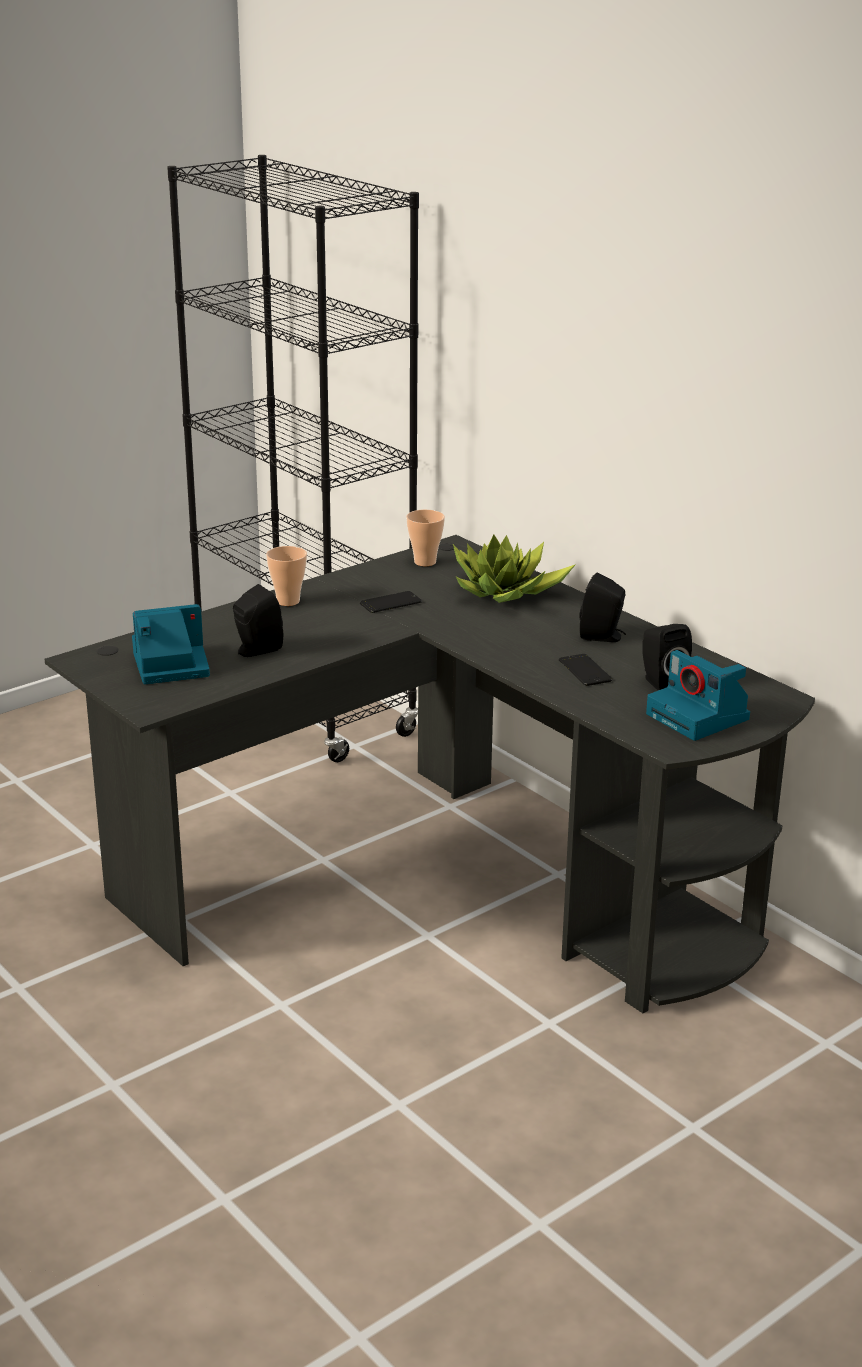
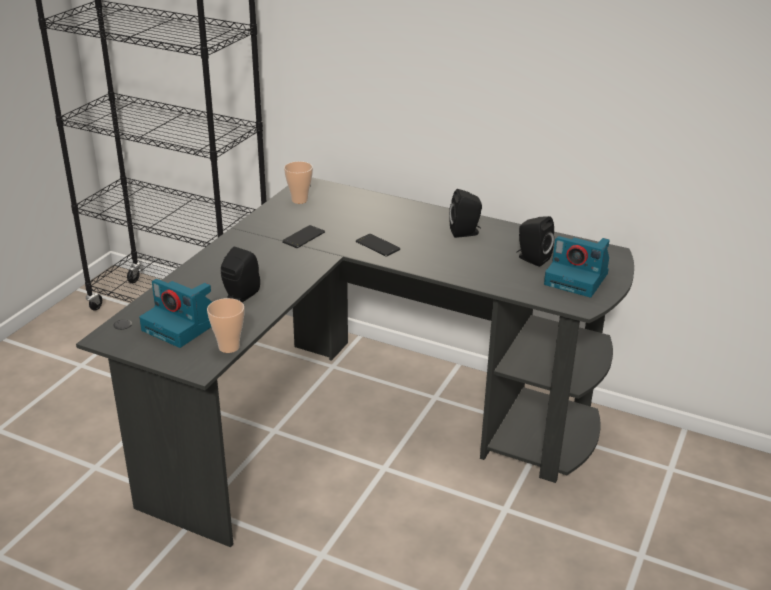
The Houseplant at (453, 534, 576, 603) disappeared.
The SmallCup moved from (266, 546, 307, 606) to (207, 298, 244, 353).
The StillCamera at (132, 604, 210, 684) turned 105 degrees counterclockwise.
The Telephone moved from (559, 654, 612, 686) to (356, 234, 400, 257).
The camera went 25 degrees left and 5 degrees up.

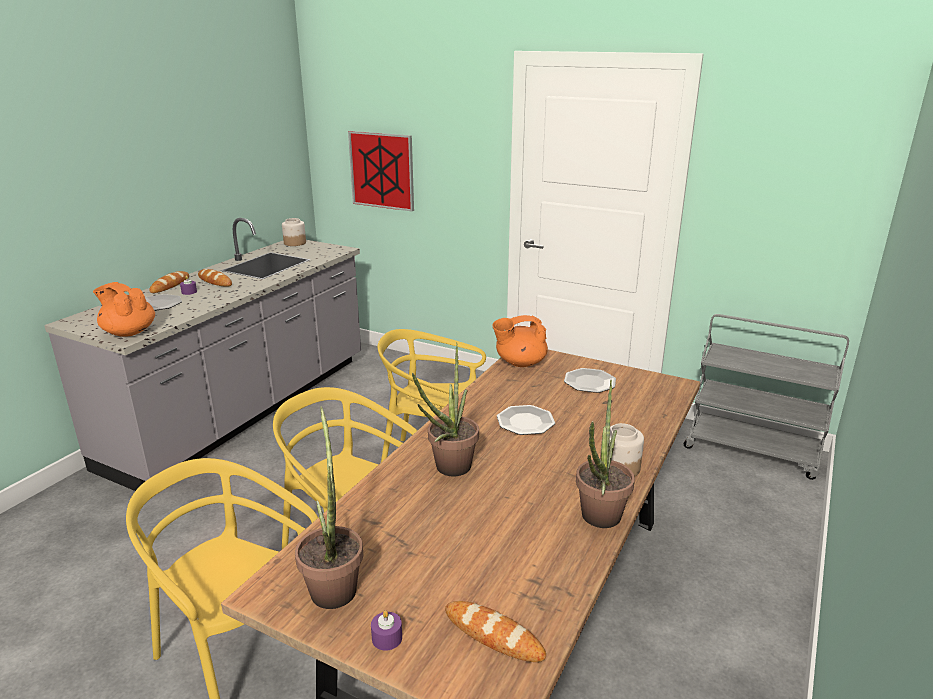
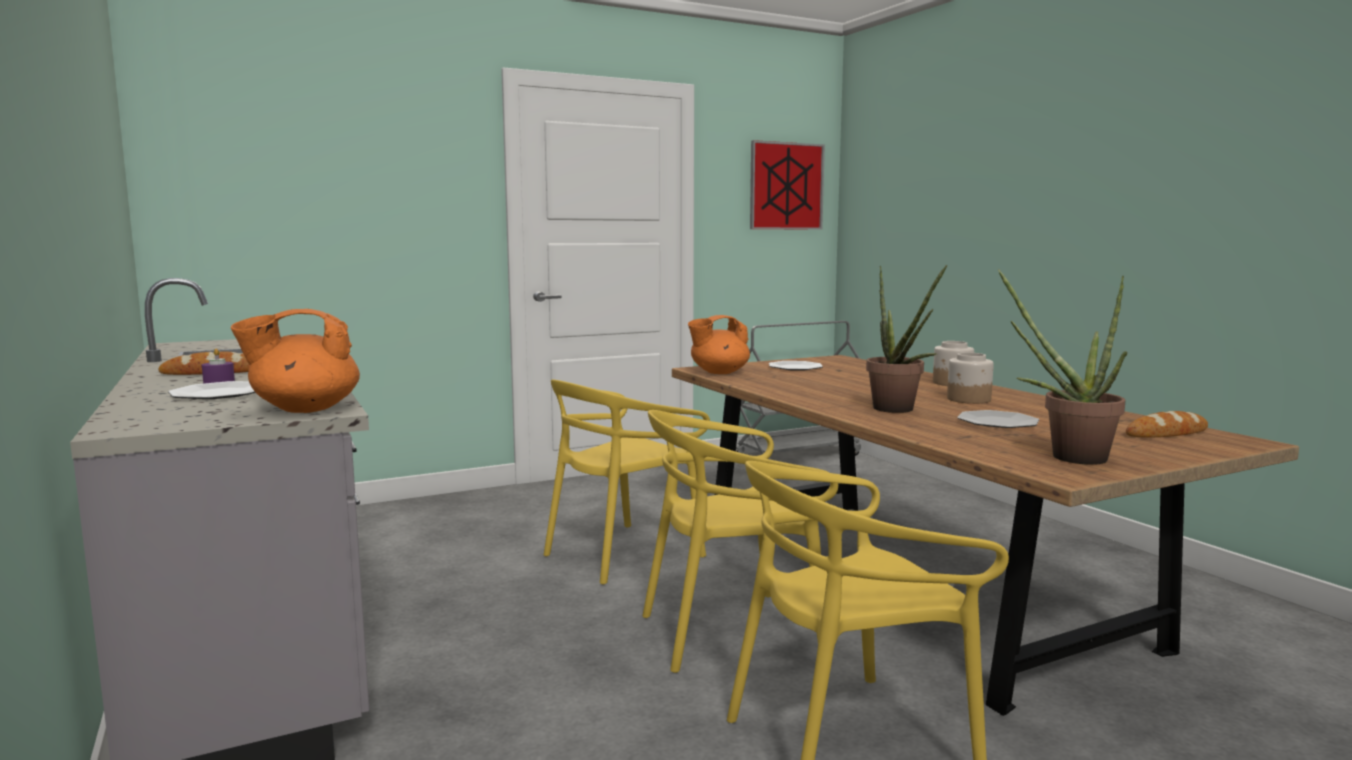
The Picture moved from (348, 131, 414, 212) to (750, 140, 825, 229).
The Jar moved from (282, 218, 306, 246) to (947, 353, 994, 404).
The BakeryBread at (149, 271, 189, 293) disappeared.
The OrangePotForTea at (492, 315, 548, 367) turned 45 degrees clockwise.
The Houseplant at (576, 380, 635, 528) disappeared.
The DinnerPlate moved from (497, 405, 555, 435) to (957, 410, 1039, 428).
The PurpleWaxCandle at (371, 610, 402, 651) disappeared.
The camera went 55 degrees left and 15 degrees down.

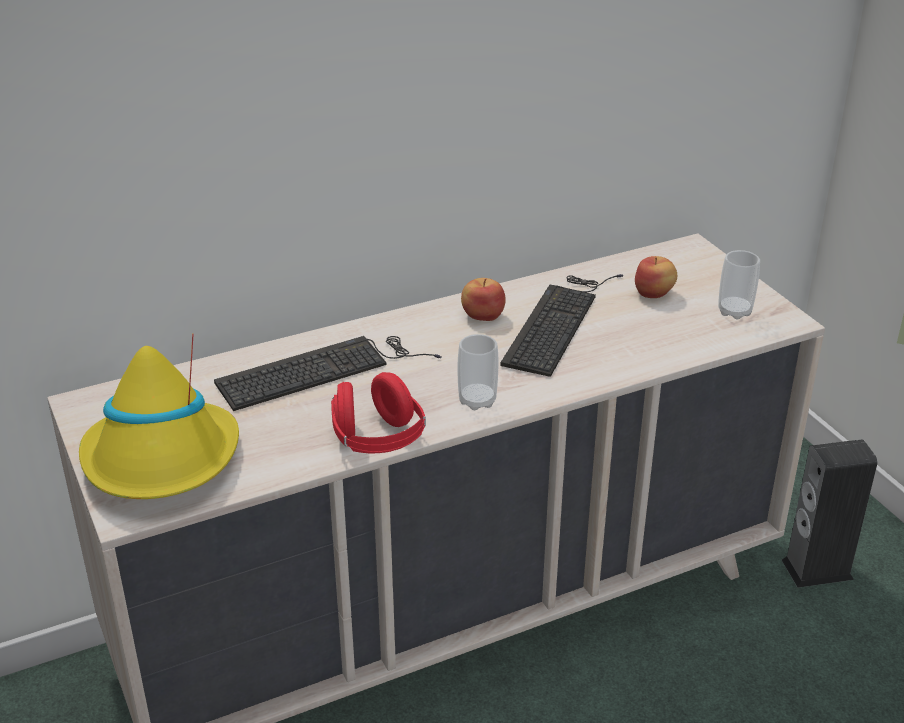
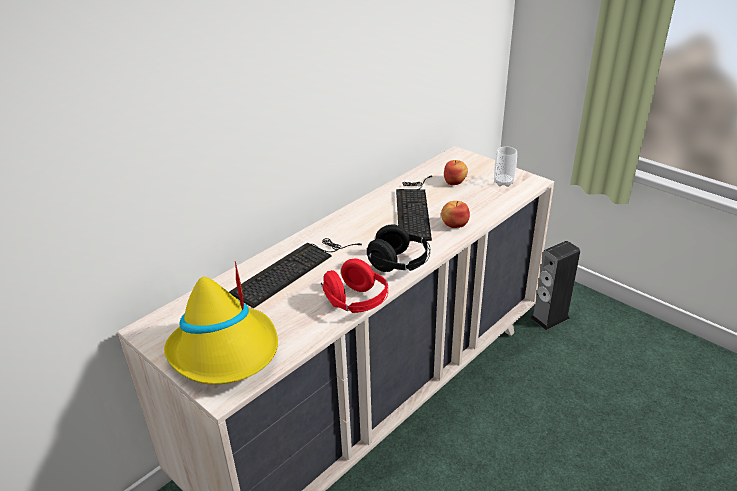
The AppleFruit moved from (461, 278, 506, 321) to (441, 201, 470, 228).
The SmallCup at (457, 334, 499, 410) was replaced by the BlackColouredPairOfHeadphones at (366, 225, 430, 272).
The camera went 20 degrees left and 0 degrees up.

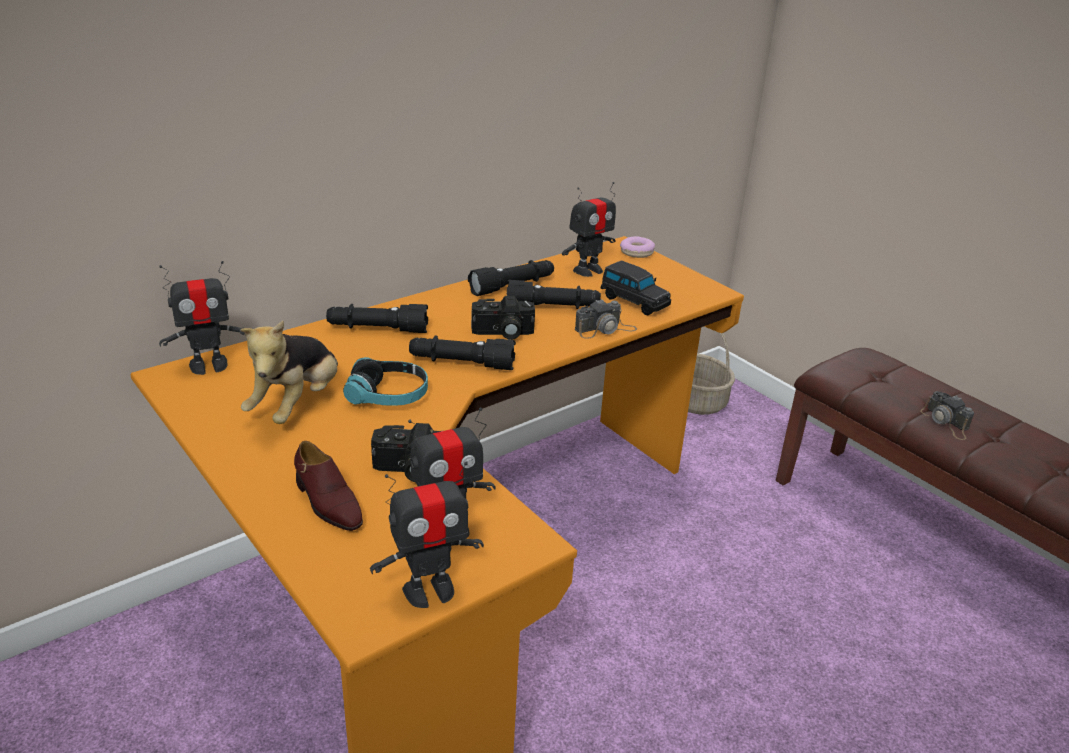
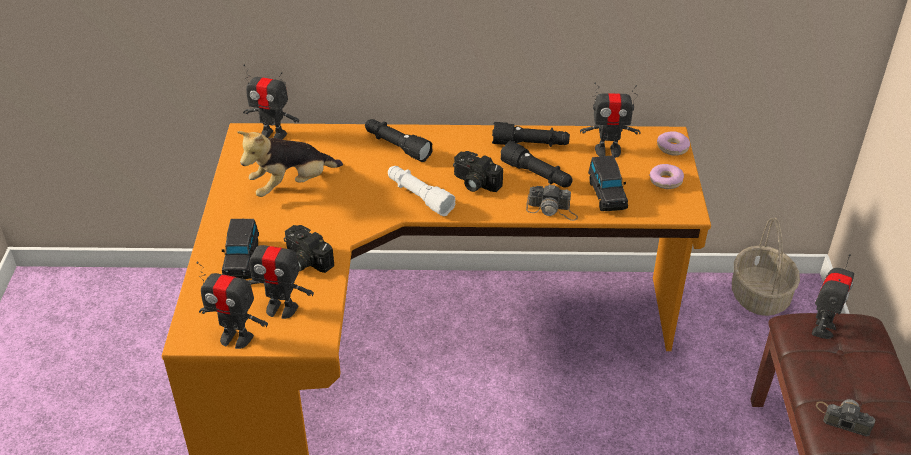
The BlackColouredTorch at (409, 335, 516, 370) became the WhiteColouredTorch at (388, 166, 456, 216).
The PairOfHeadphones at (343, 357, 428, 406) disappeared.
The StillCamera at (920, 391, 974, 440) turned 105 degrees clockwise.
The BrownColouredShoe at (294, 441, 363, 531) was replaced by the BlackColouredModelCar at (222, 219, 259, 279).
The Doughnut at (649, 164, 684, 189) appeared.
The ToyRobot at (812, 254, 854, 339) appeared.
The camera went 40 degrees right and 10 degrees up.

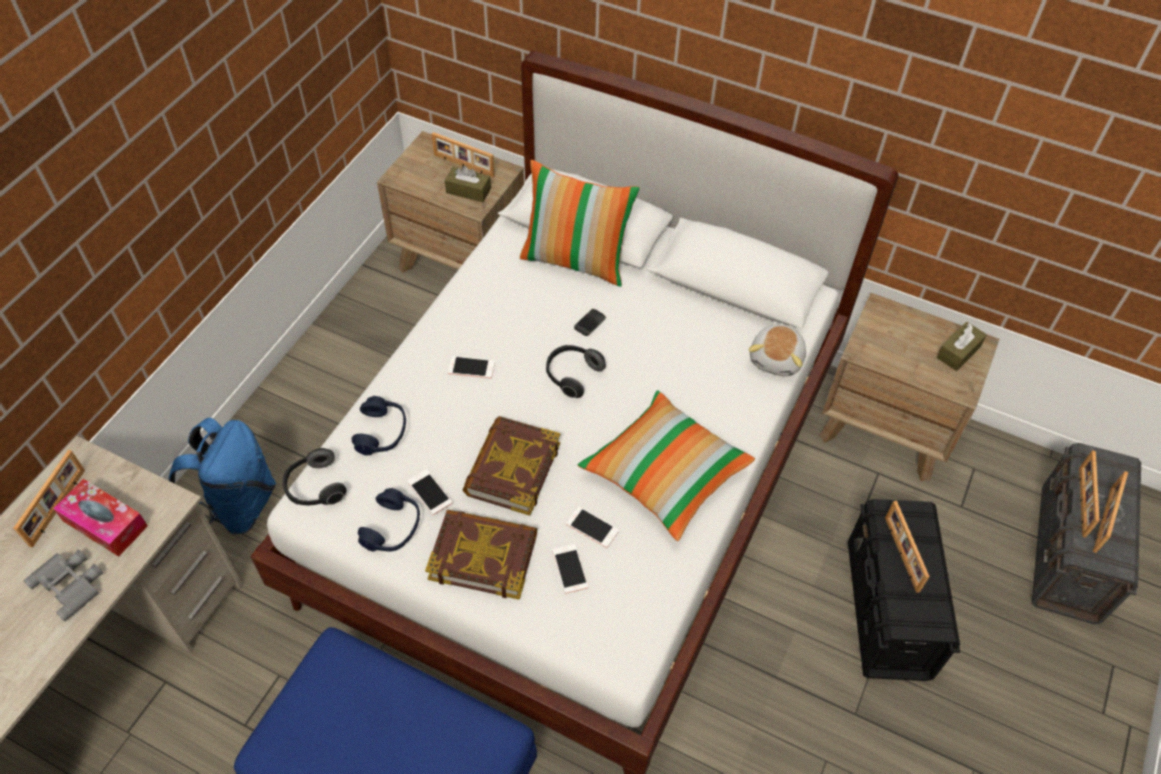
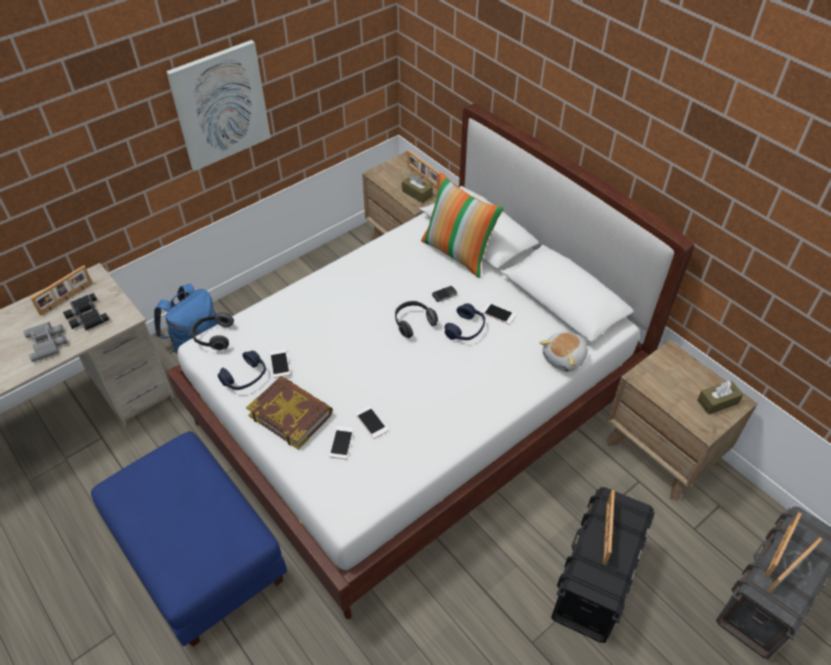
The Telephone moved from (448, 356, 495, 378) to (482, 303, 516, 325).
The ThrowPillow at (578, 390, 755, 541) disappeared.
The BlueColouredPairOfHeadphones moved from (351, 396, 406, 455) to (444, 303, 485, 340).
The Book at (462, 416, 560, 516) disappeared.
The TissueBox at (53, 479, 148, 557) was replaced by the BlackColouredFieldGlasses at (63, 293, 109, 330).
The Picture at (166, 40, 271, 171) appeared.
The camera went 25 degrees right and 5 degrees down.

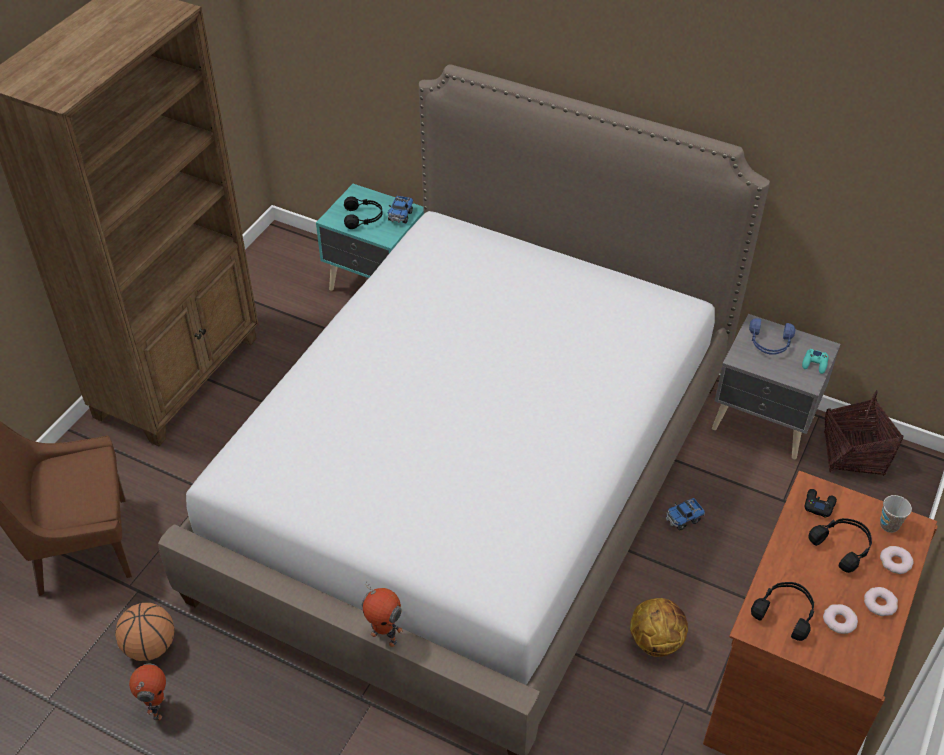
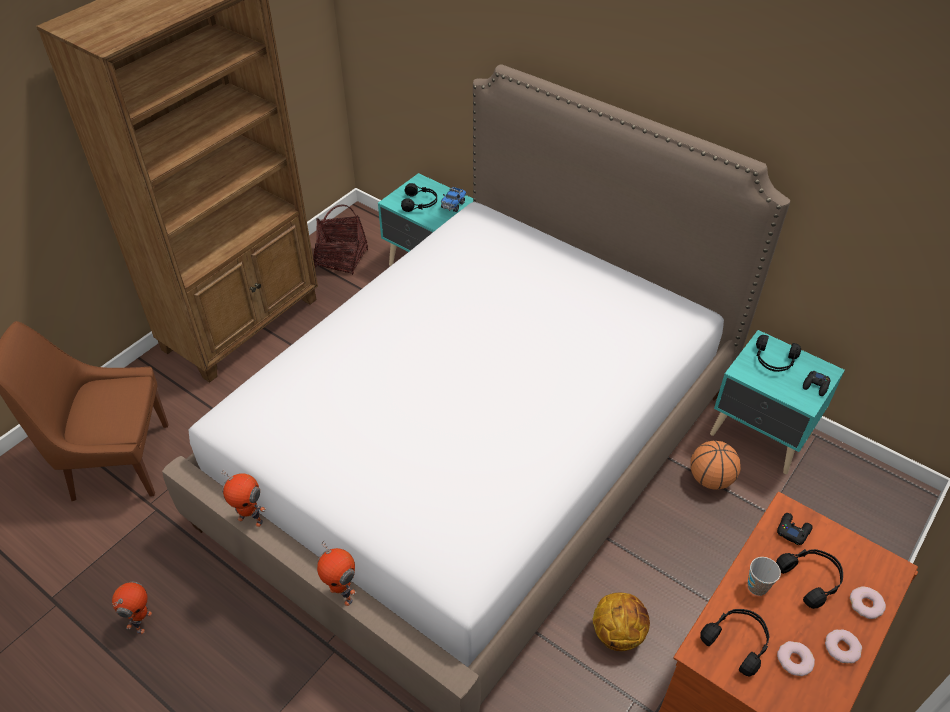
The GreyishNightstand at (712, 314, 841, 459) became the BlueGreenNightstand at (710, 330, 845, 474).
The BlueColouredPairOfHeadphones at (749, 318, 795, 355) became the BlackColouredPairOfHeadphones at (756, 335, 801, 372).
The BlueGreenGamepad at (802, 349, 829, 374) became the BlackColouredGamepad at (803, 371, 831, 396).
The HouseholdBasket moved from (824, 390, 904, 476) to (313, 204, 368, 275).
The SmallCup moved from (880, 495, 912, 533) to (748, 557, 781, 596).
The ModelTruck at (666, 498, 705, 530) disappeared.
The BallForBasketball moved from (115, 603, 175, 661) to (691, 441, 741, 490).
The ToyRobot at (222, 469, 266, 527) appeared.
The camera went 10 degrees right and 0 degrees up.

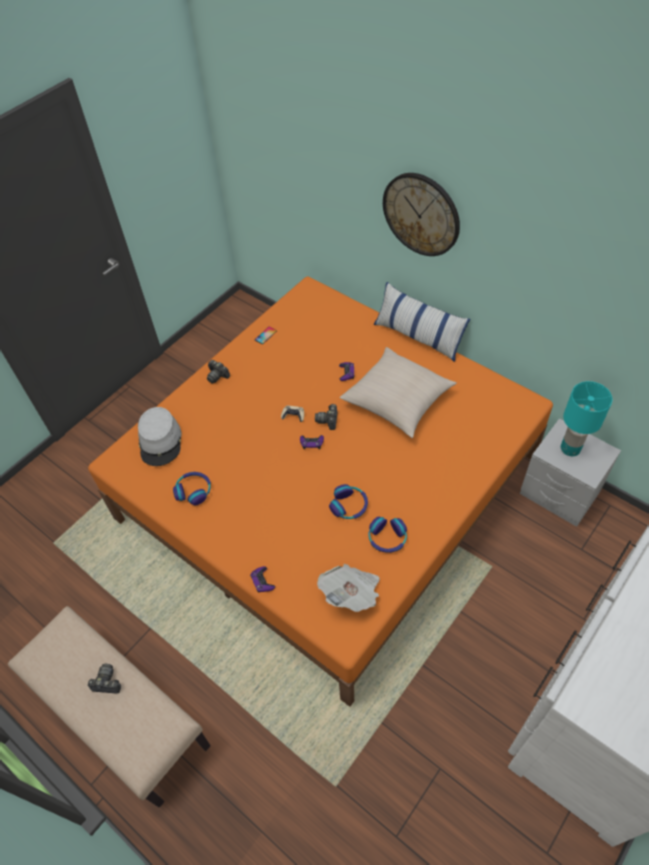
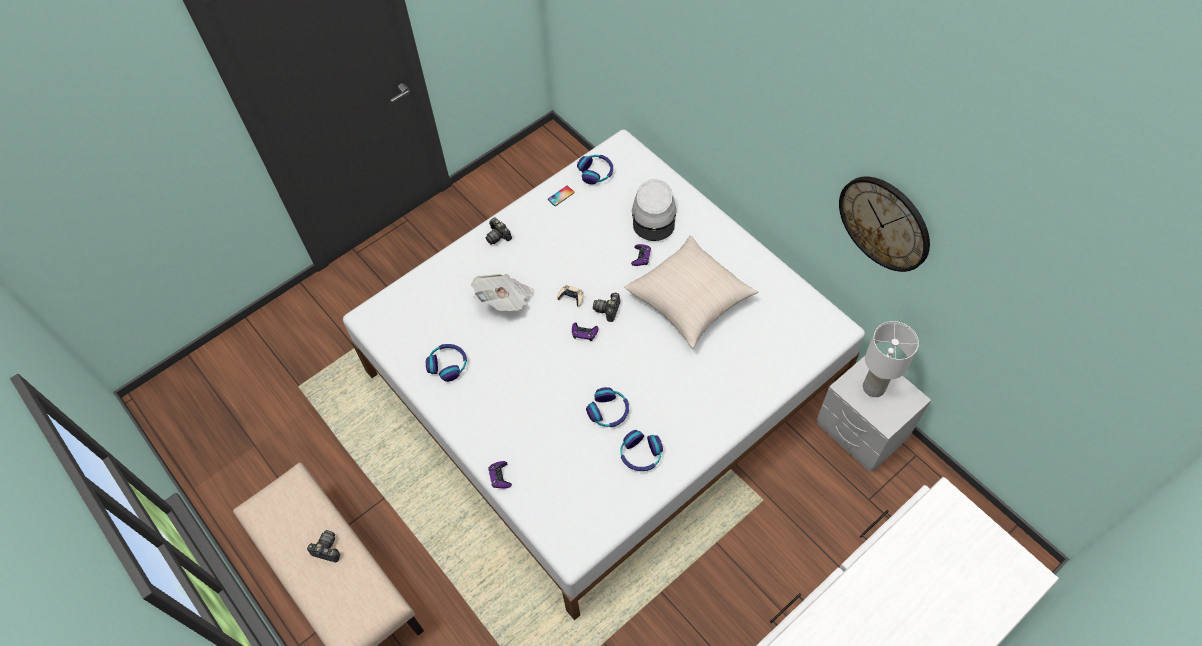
The WallClock moved from (383, 173, 460, 256) to (839, 176, 930, 272).
The OrangeSleepingBed at (88, 276, 553, 707) became the WhiteColouredSleepingBed at (343, 129, 865, 621).
The ThrowPillow at (374, 282, 470, 362) disappeared.
The BlueGreenTableLamp at (561, 381, 612, 456) became the WhiteColouredTableLamp at (863, 321, 919, 397).
The GreyishClothingHat moved from (138, 407, 182, 466) to (632, 179, 677, 241).
The DailyPaper moved from (317, 564, 380, 612) to (471, 274, 535, 311).
The PairOfHeadphones at (577, 155, 613, 185) appeared.
The camera went 10 degrees right and 5 degrees up.

